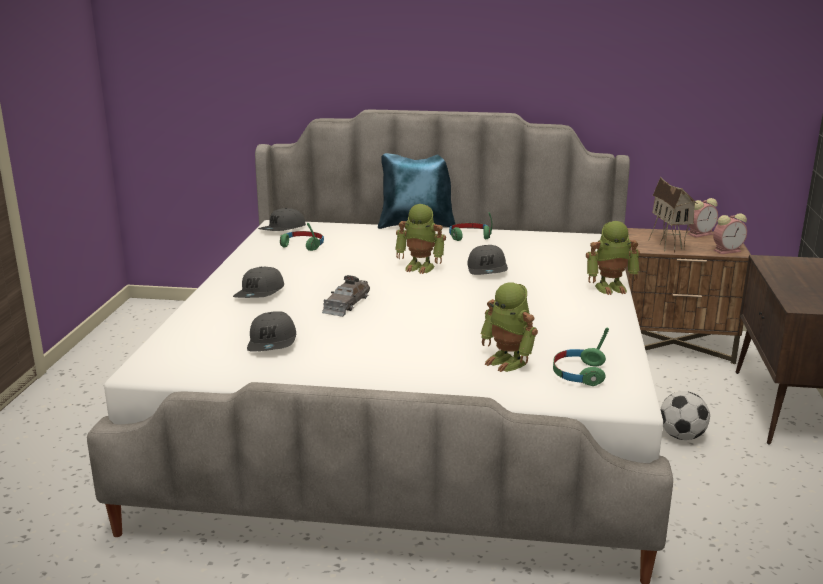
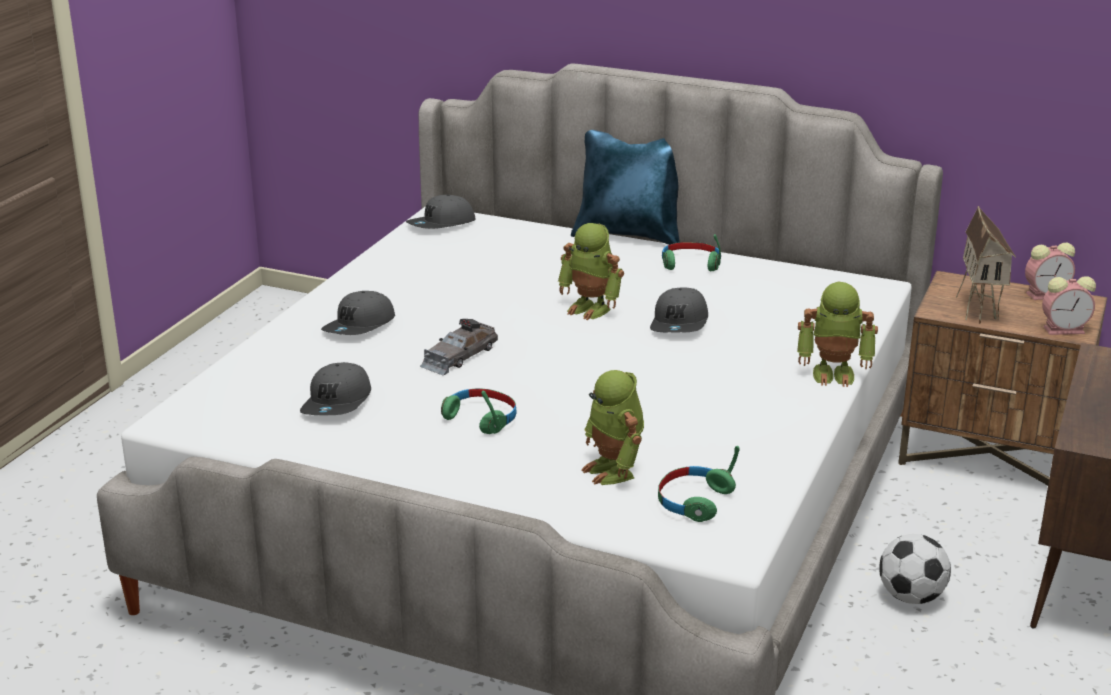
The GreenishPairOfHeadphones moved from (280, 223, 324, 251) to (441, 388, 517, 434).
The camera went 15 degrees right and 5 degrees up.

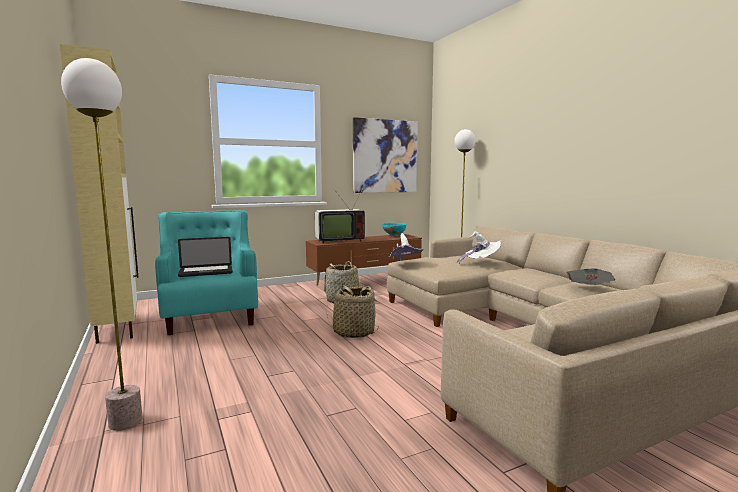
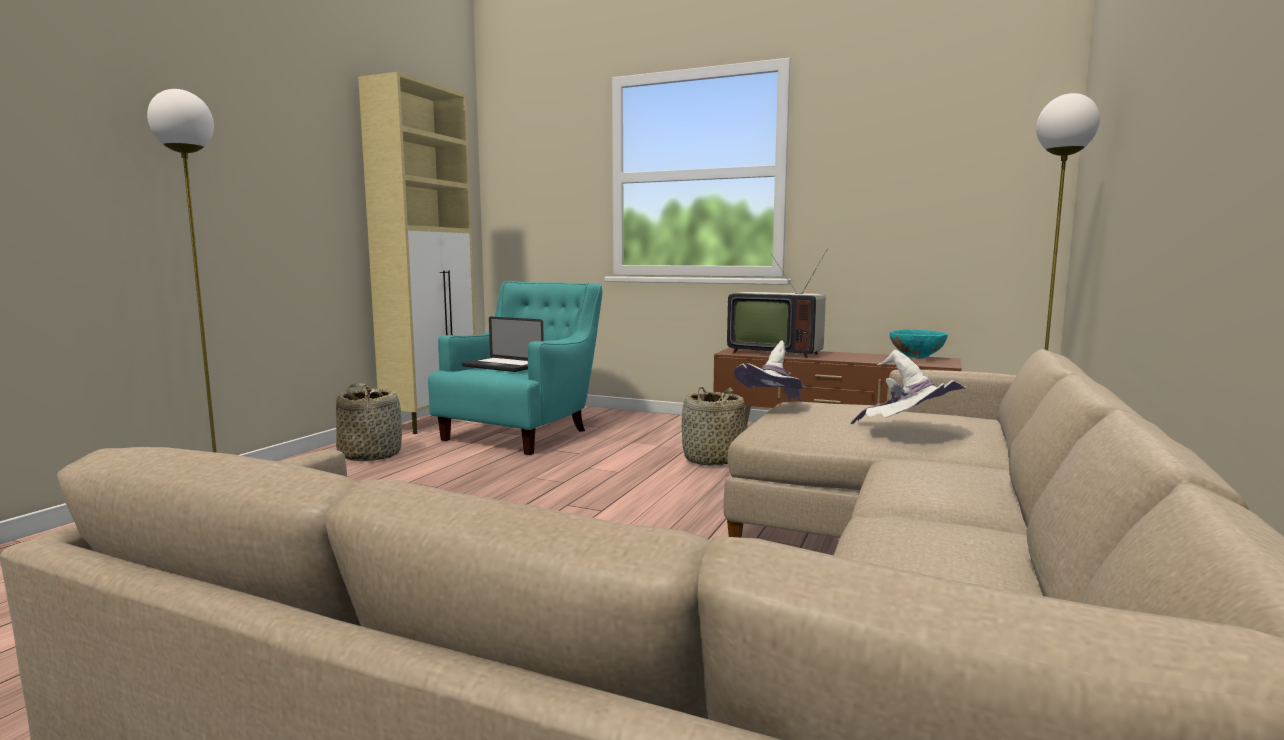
The Picture at (353, 117, 418, 193) disappeared.
The DailyPaper at (566, 269, 615, 285) disappeared.
The HouseholdBasket moved from (327, 285, 379, 338) to (336, 383, 402, 461).
The camera went 50 degrees right and 0 degrees up.

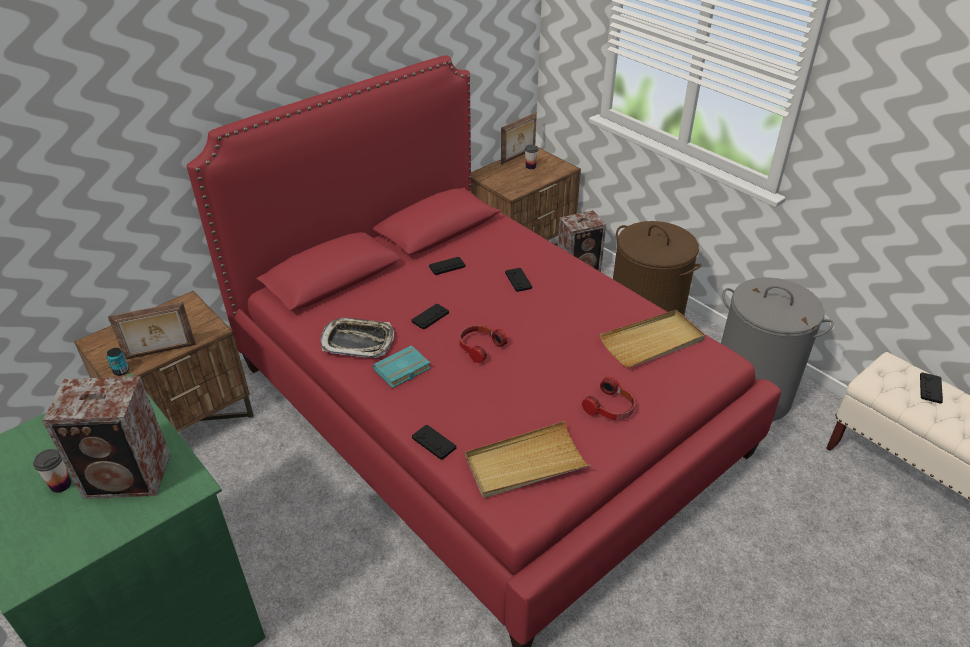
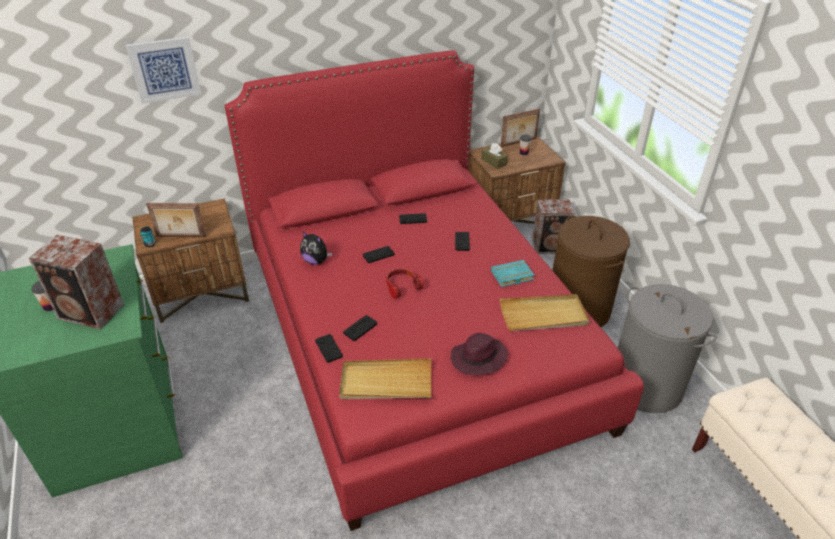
The ServingTray at (321, 318, 394, 358) was replaced by the SoftToy at (300, 231, 332, 265).
The BlueGreenBook moved from (373, 345, 431, 388) to (491, 260, 535, 287).
The BlackColouredGamepad moved from (920, 372, 943, 404) to (343, 315, 377, 341).
The PairOfHeadphones at (582, 377, 635, 420) was replaced by the PurpleClothingHat at (451, 333, 508, 375).
The Picture at (125, 36, 202, 104) appeared.
The BrownColouredTissueBox at (481, 143, 508, 169) appeared.
The camera went 20 degrees right and 0 degrees up.

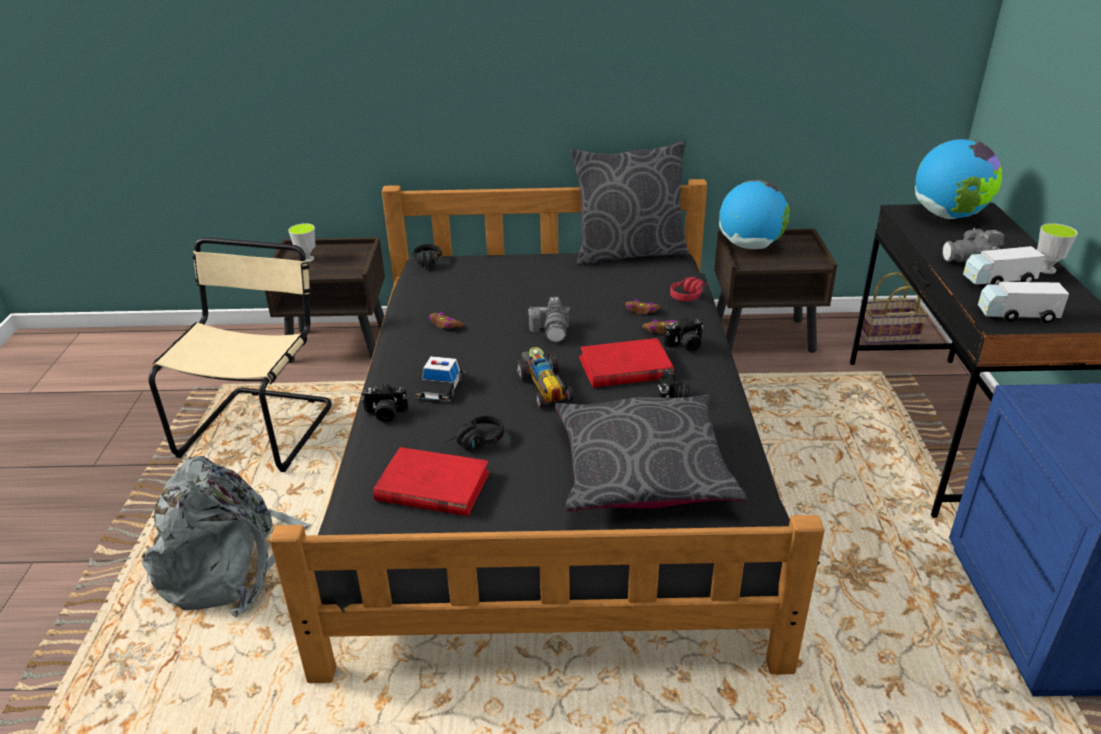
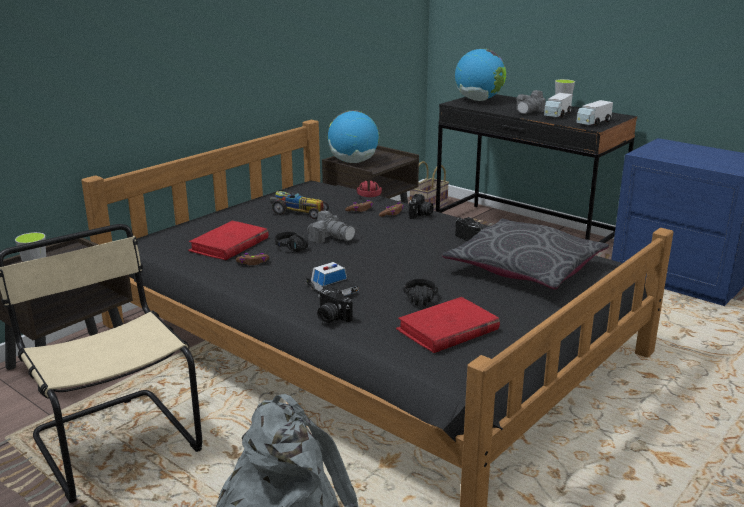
The GreyishThrowPillow at (570, 141, 689, 266) disappeared.
The BlackColouredPairOfHeadphones moved from (412, 244, 442, 267) to (275, 232, 308, 252).
The ReddishBook moved from (579, 338, 674, 388) to (188, 221, 269, 260).
The ModelCar moved from (516, 347, 574, 408) to (270, 191, 329, 219).
The StillCamera at (361, 384, 408, 422) turned 90 degrees clockwise.
The camera went 50 degrees left and 10 degrees down.

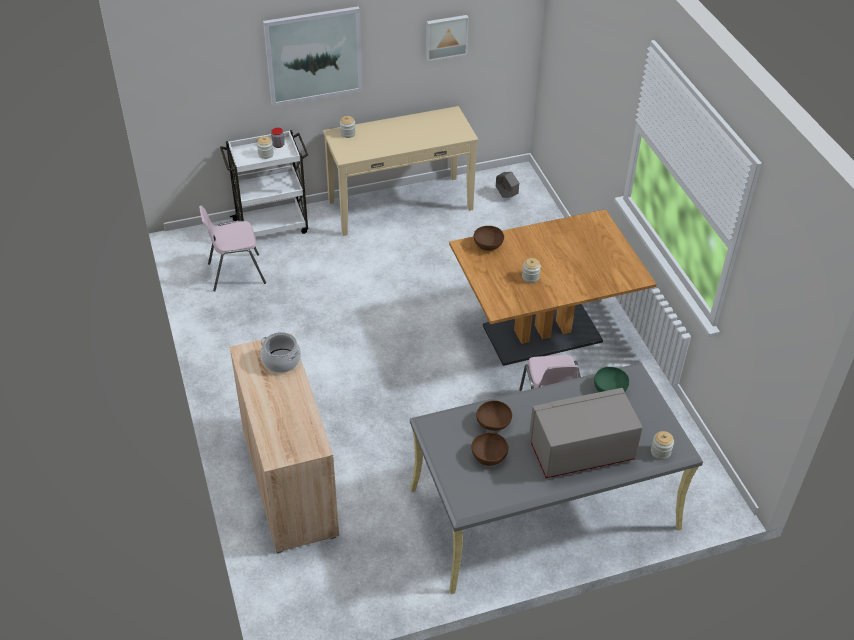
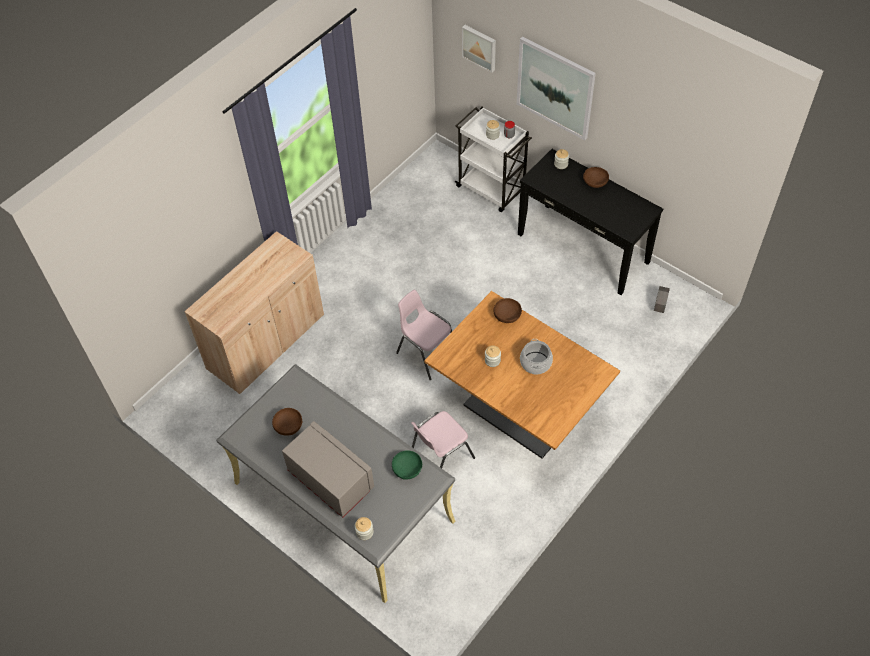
The Picture moved from (426, 15, 469, 61) to (462, 25, 496, 73).
The BeigeColouredNarrowTable at (323, 106, 478, 236) became the BlackColouredNarrowTable at (518, 149, 663, 295).
The PinkishPlainChair moved from (199, 206, 266, 291) to (396, 290, 452, 380).
The Stockpot moved from (261, 332, 301, 373) to (520, 339, 553, 374).
The BrownColouredDeepDish moved from (476, 400, 512, 431) to (583, 167, 609, 188).
The camera went 60 degrees right and 10 degrees up.

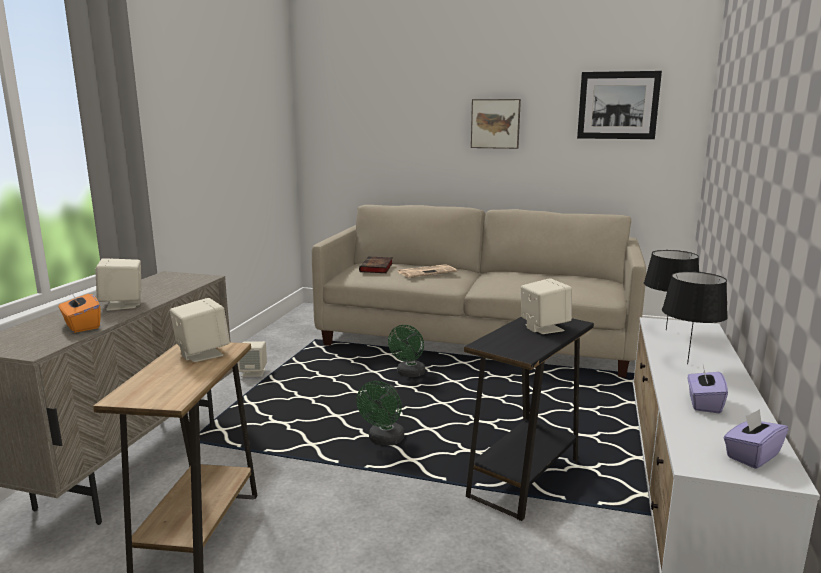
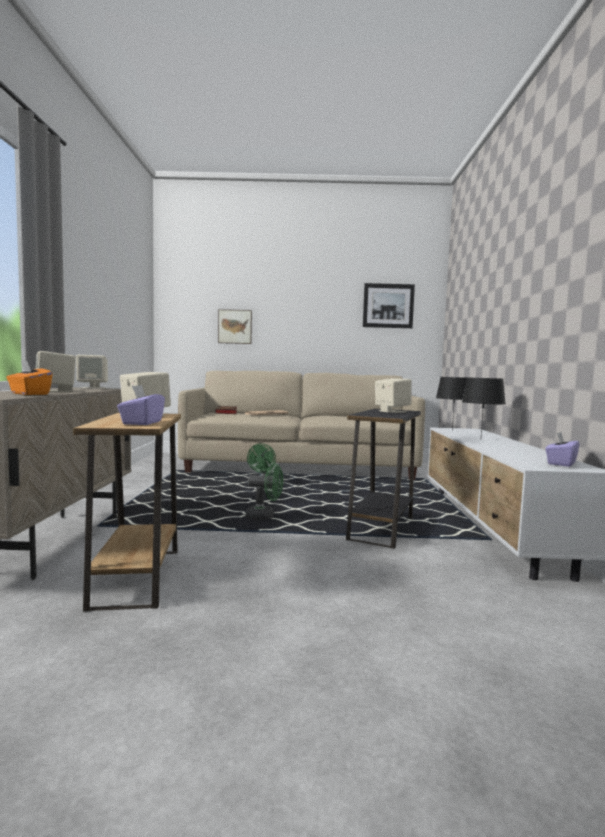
The Picture moved from (471, 99, 521, 149) to (218, 309, 252, 344).
The BeigeColouredSpeaker moved from (238, 341, 267, 377) to (76, 355, 108, 389).
The PurpleTissueBox moved from (688, 366, 728, 413) to (117, 385, 165, 425).
The GreenishCoolingFan at (356, 381, 404, 446) turned 90 degrees counterclockwise.
The camera went 15 degrees left and 10 degrees down.

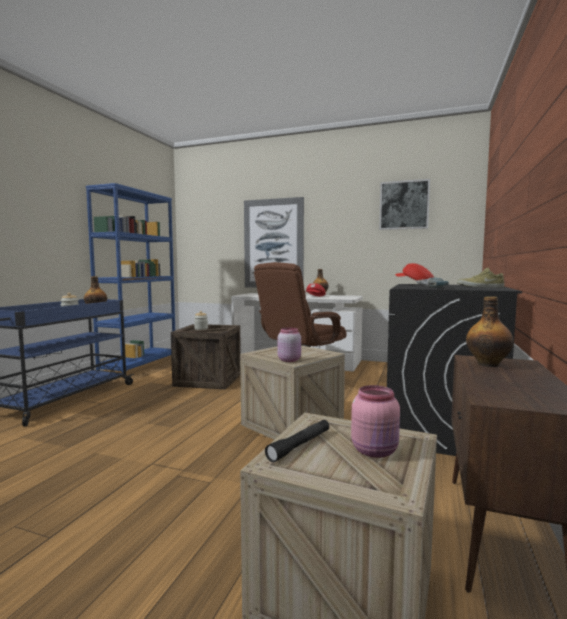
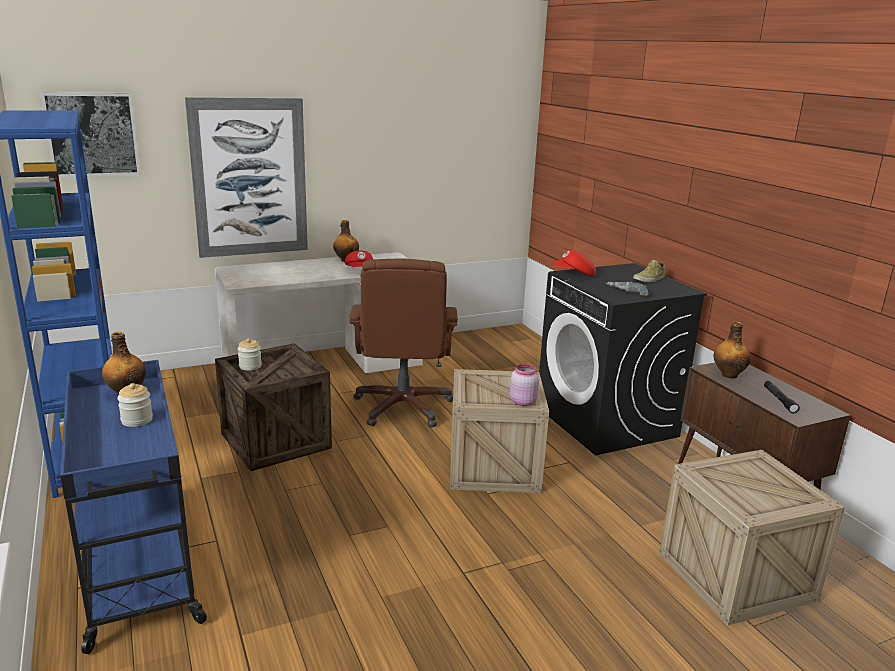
The Picture moved from (379, 179, 430, 230) to (40, 92, 141, 177).
The PinkishJar at (351, 385, 400, 458) disappeared.
The BlackColouredTorch moved from (265, 420, 329, 462) to (764, 381, 800, 414).
The camera went 45 degrees left and 15 degrees up.

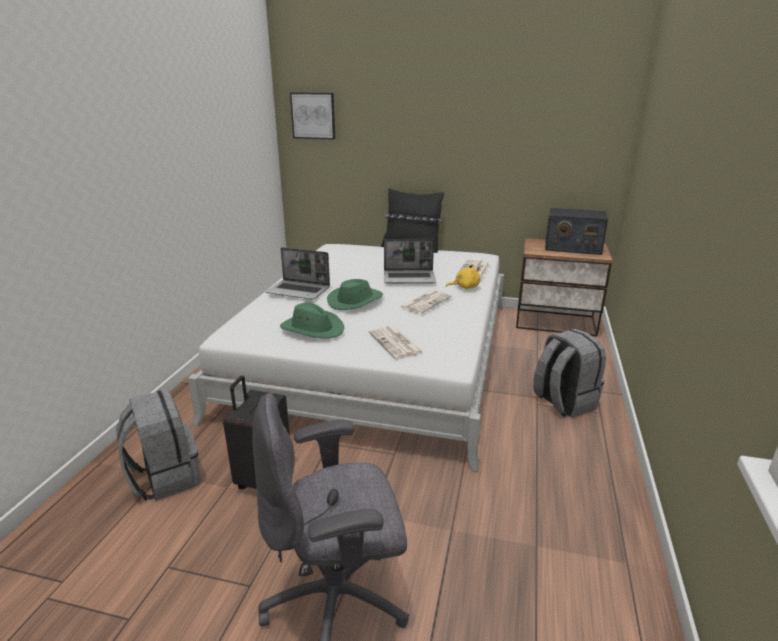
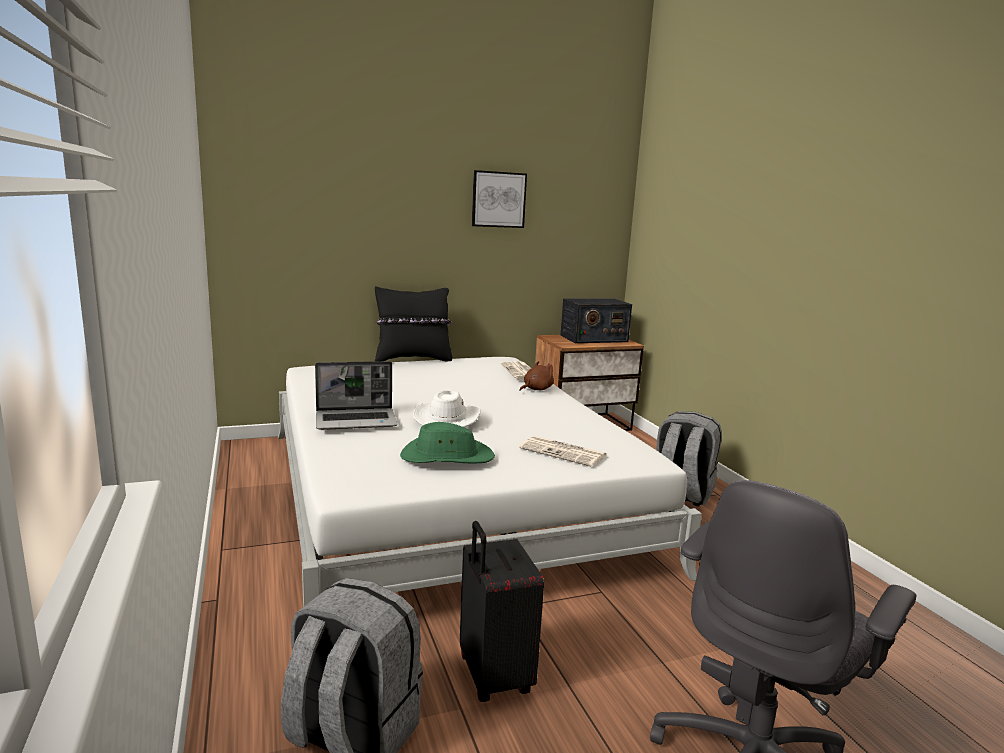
The Picture moved from (290, 92, 335, 140) to (472, 170, 527, 228).
The Laptop at (384, 239, 436, 283) disappeared.
The YellowishSoftToy at (446, 264, 480, 289) became the BrownColouredSoftToy at (520, 361, 554, 391).
The GreenishClothingHat at (327, 279, 383, 310) became the WhiteColouredClothingHat at (413, 390, 481, 427).
The DailyPaper at (399, 290, 452, 314) disappeared.
The camera went 35 degrees left and 10 degrees down.

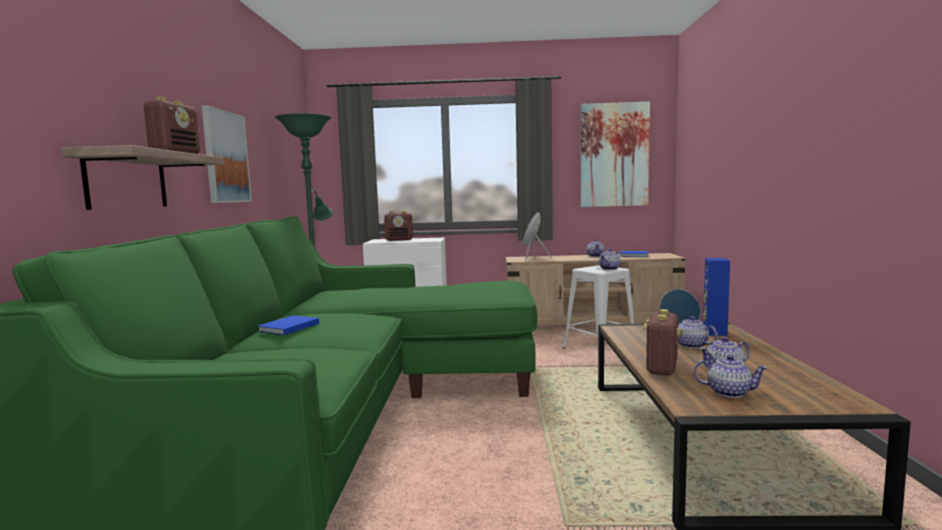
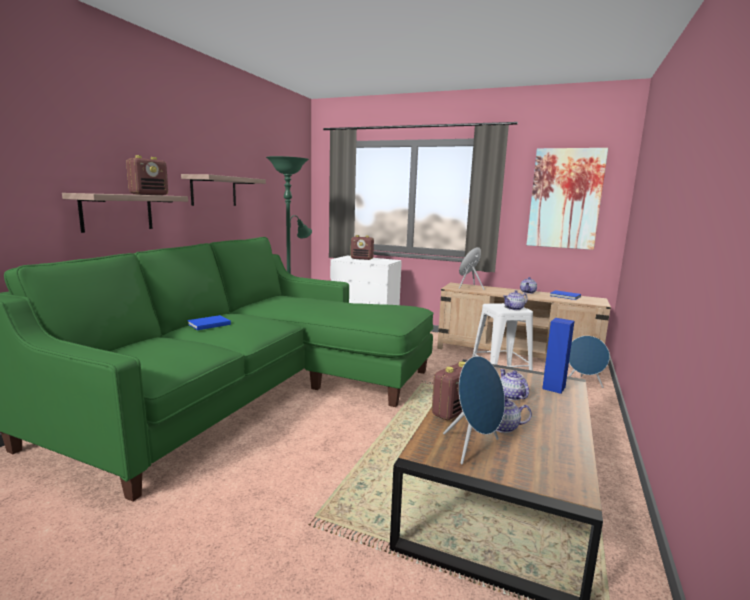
The Picture at (202, 105, 252, 203) was replaced by the WallShelf at (181, 174, 266, 206).
The PotForTea at (694, 355, 768, 398) was replaced by the BlueColouredSpeaker at (443, 356, 505, 464).
The camera went 20 degrees right and 5 degrees up.

